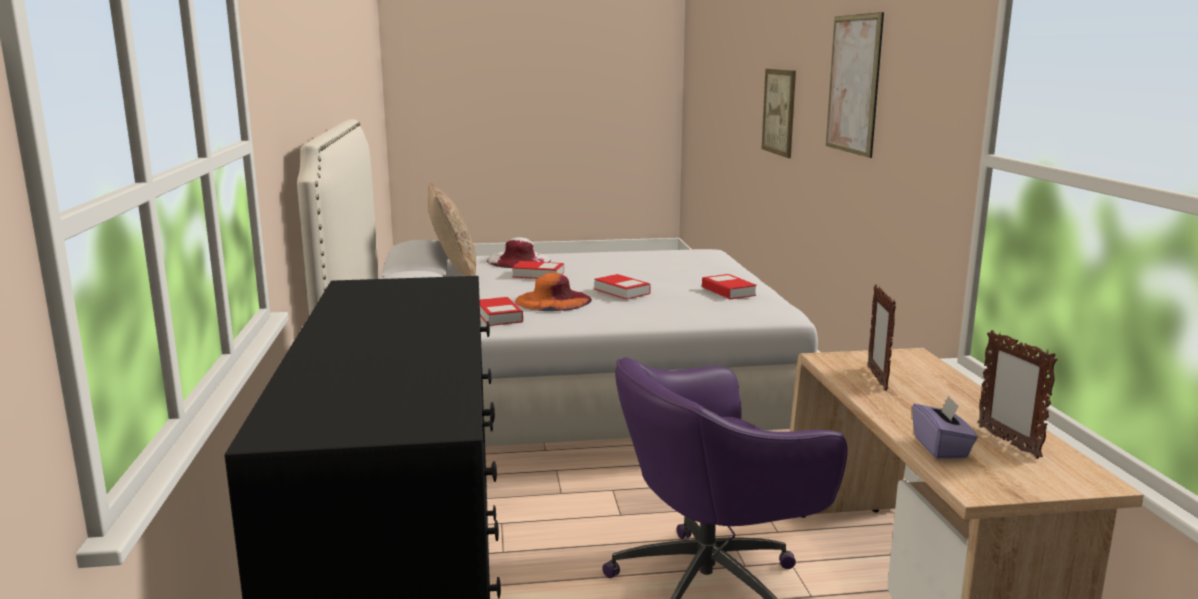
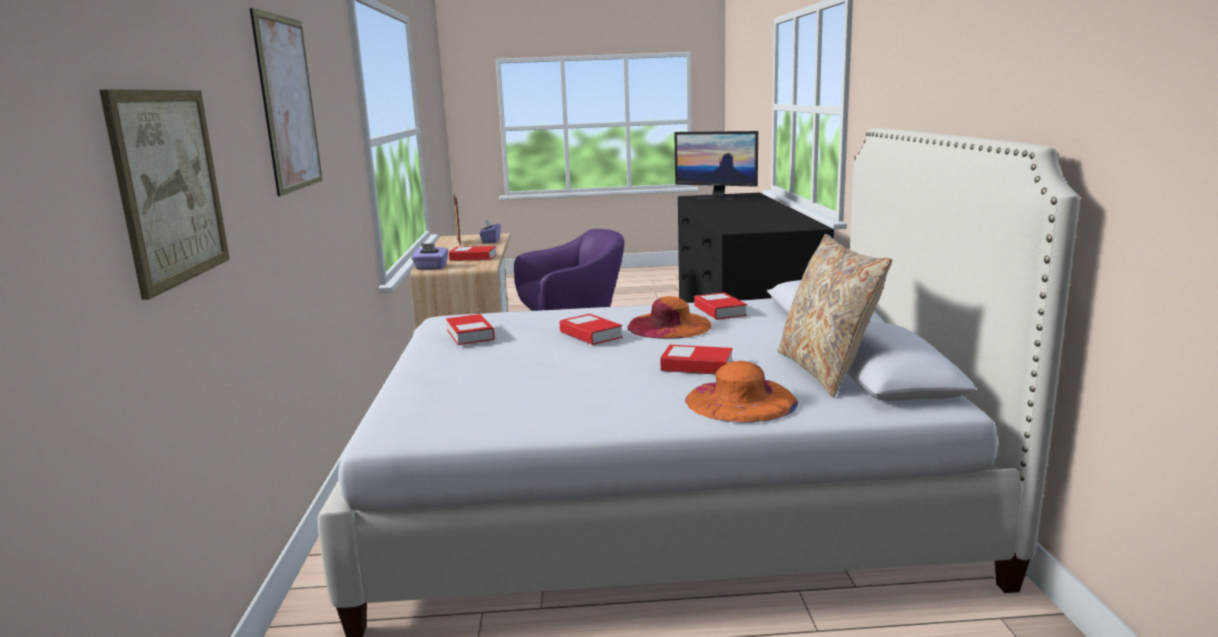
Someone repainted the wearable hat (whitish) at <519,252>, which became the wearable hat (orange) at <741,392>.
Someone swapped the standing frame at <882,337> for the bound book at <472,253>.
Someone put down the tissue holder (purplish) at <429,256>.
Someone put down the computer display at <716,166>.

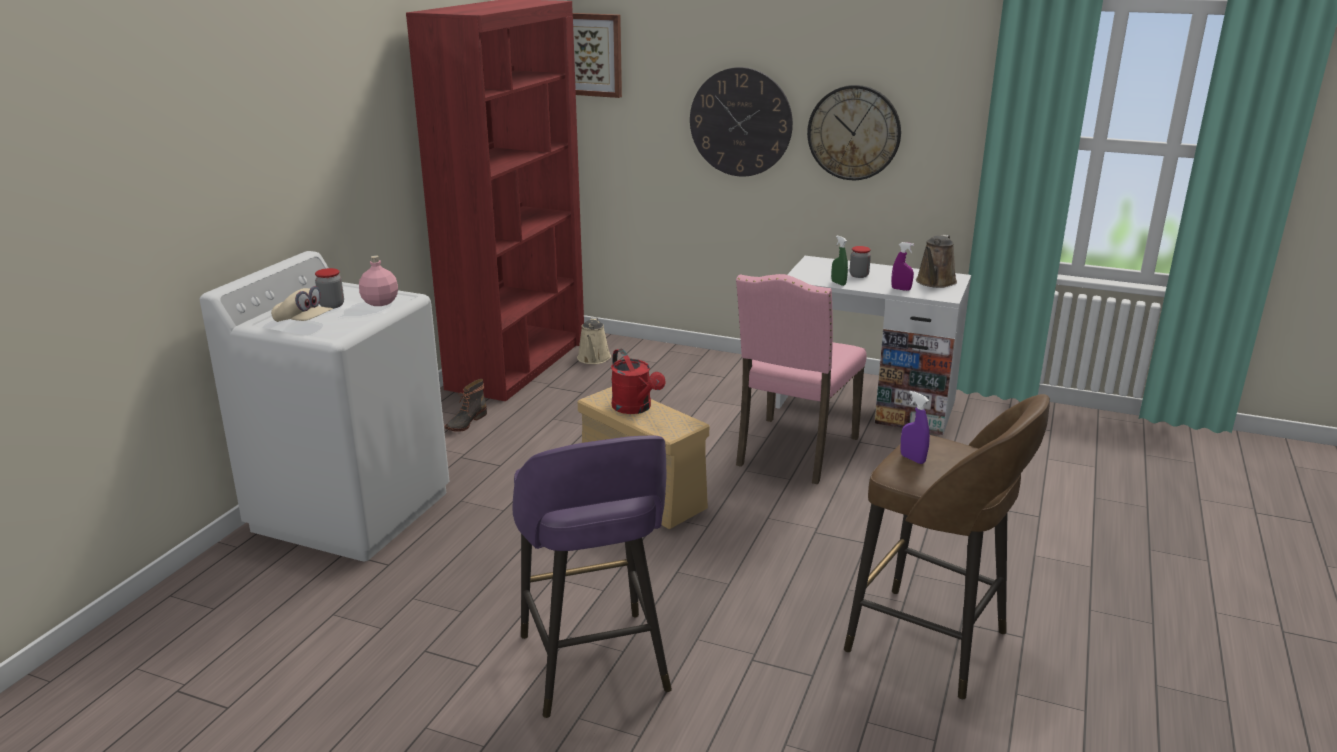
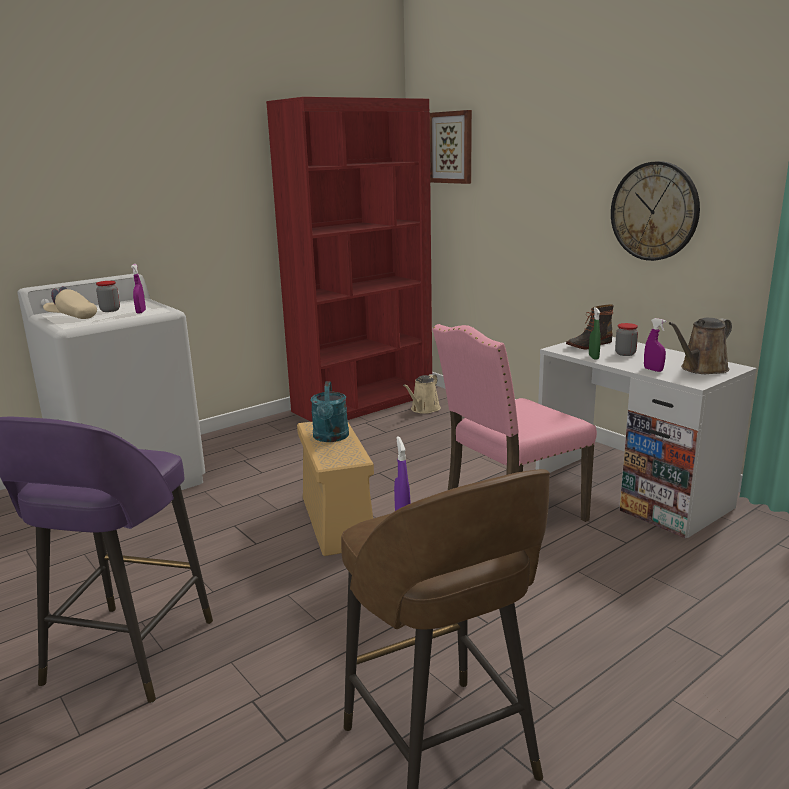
Someone rotated the baseball cap (beige-coloured) at <302,304> by 135 degrees clockwise.
Someone swapped the beverage bottle (pink-coloured) at <378,280> for the sprayer (purplish) at <138,289>.
Someone carried the tall boot from <466,405> to <590,326>.
Someone repainted the sprinkling can (red-coloured) at <638,381>, which became the sprinkling can (turquoise-coloured) at <329,411>.
Someone took away the hanging clock at <741,122>.

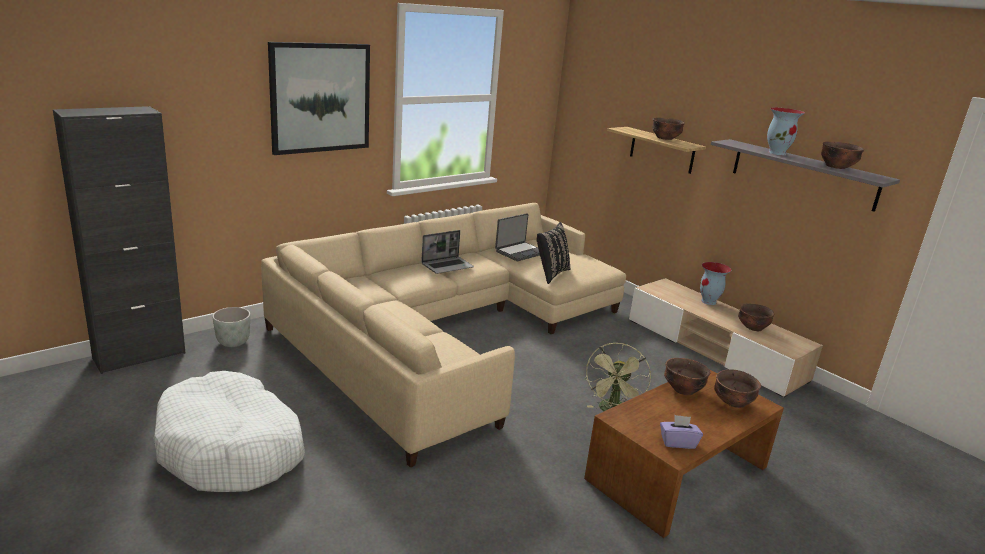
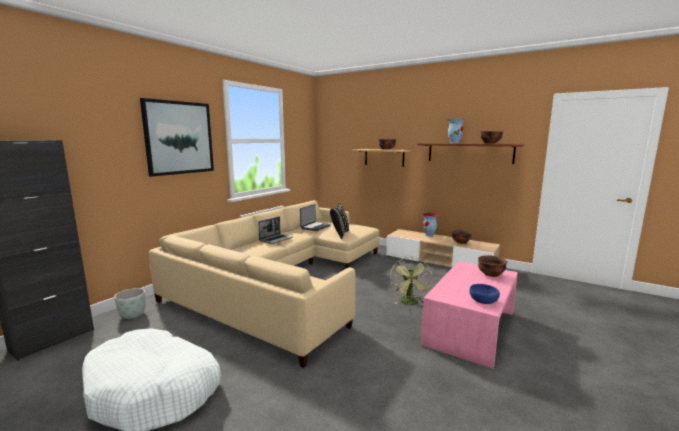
Someone repainted the lounge table (brownish) at <684,454>, which became the lounge table (pink-coloured) at <469,315>.
Someone swapped the tissue holder (purplish) at <681,432> for the bowl (blue-coloured) at <485,294>.
Someone took away the bowl (brownish) at <687,376>.
Someone repainted the shelf (greyish) at <805,175>, which became the shelf (brownish) at <471,153>.

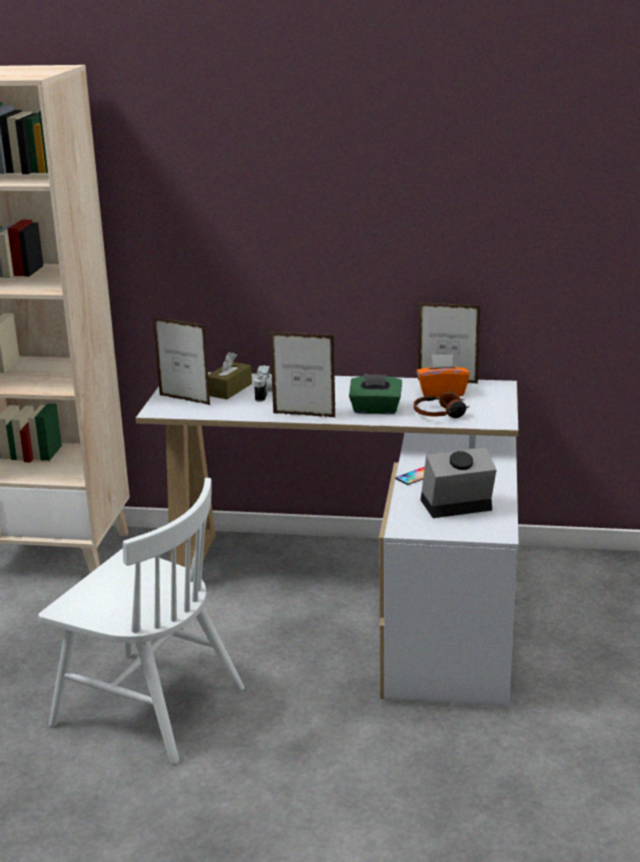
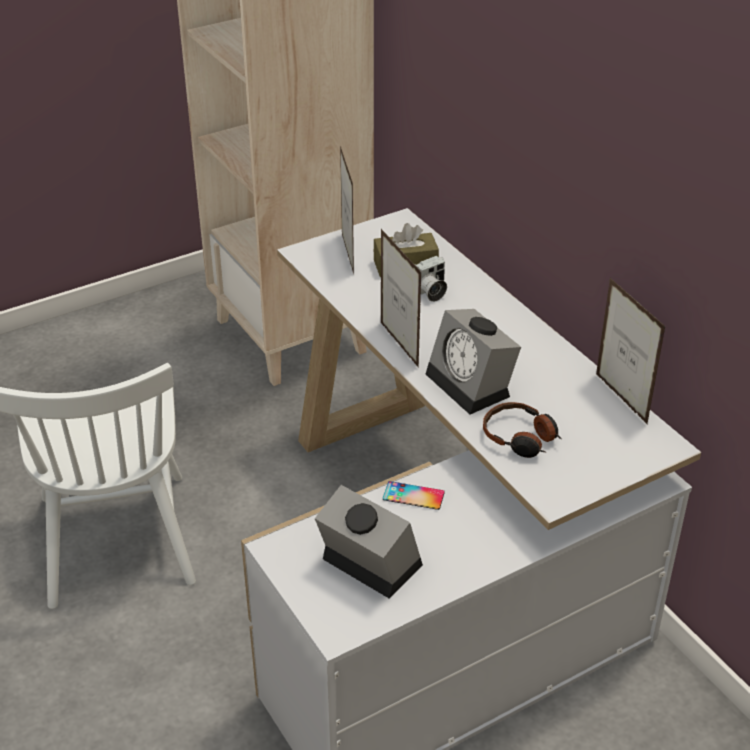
Someone swapped the tissue holder (green-coloured) at <375,394> for the alarm clock at <473,361>.
Someone took away the tissue holder (orange) at <443,375>.

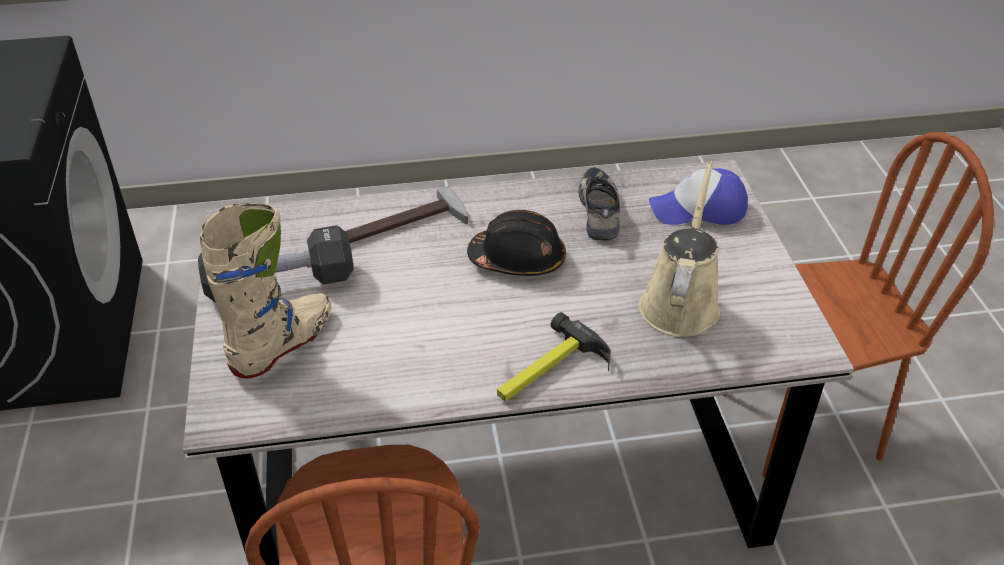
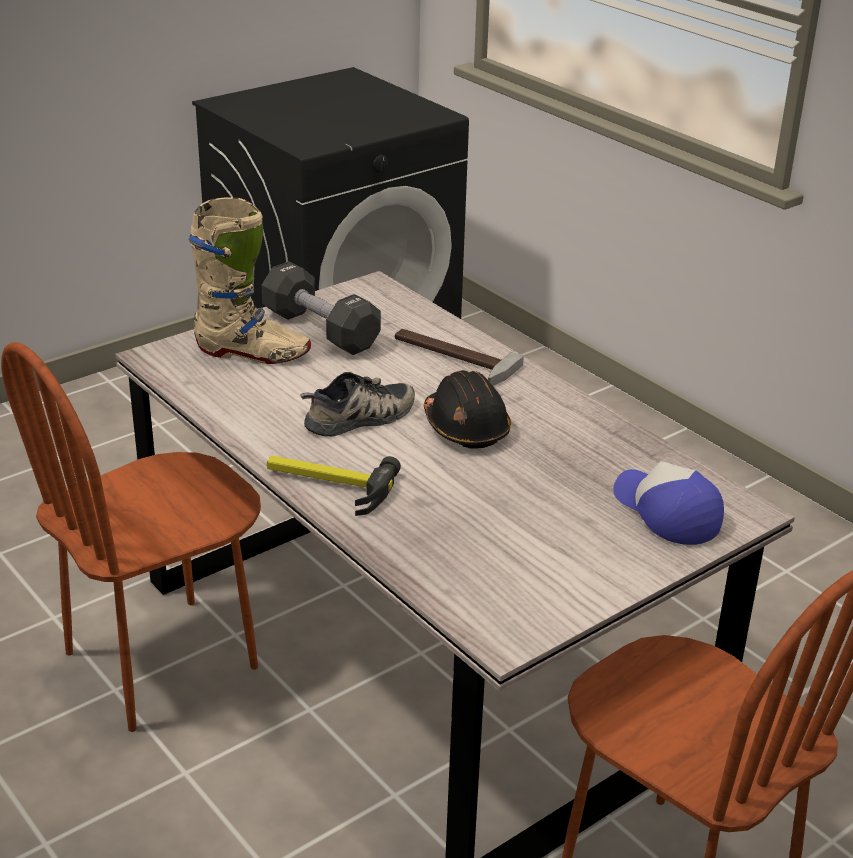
Someone carried the low shoe from <599,203> to <357,404>.
Someone took away the sprinkling can (beige-coloured) at <679,249>.

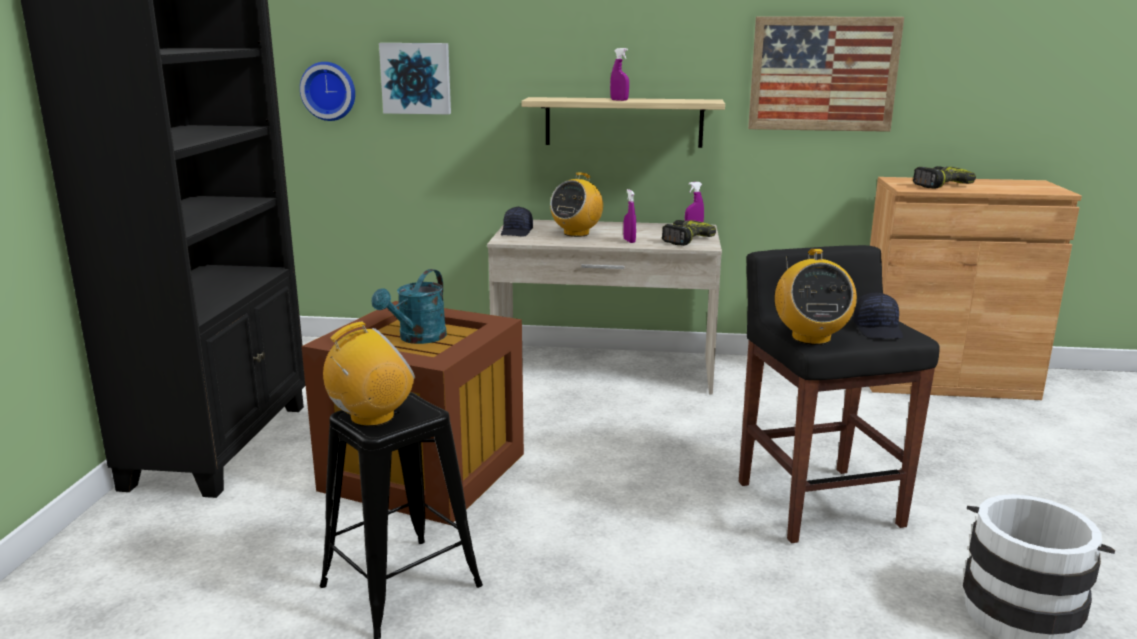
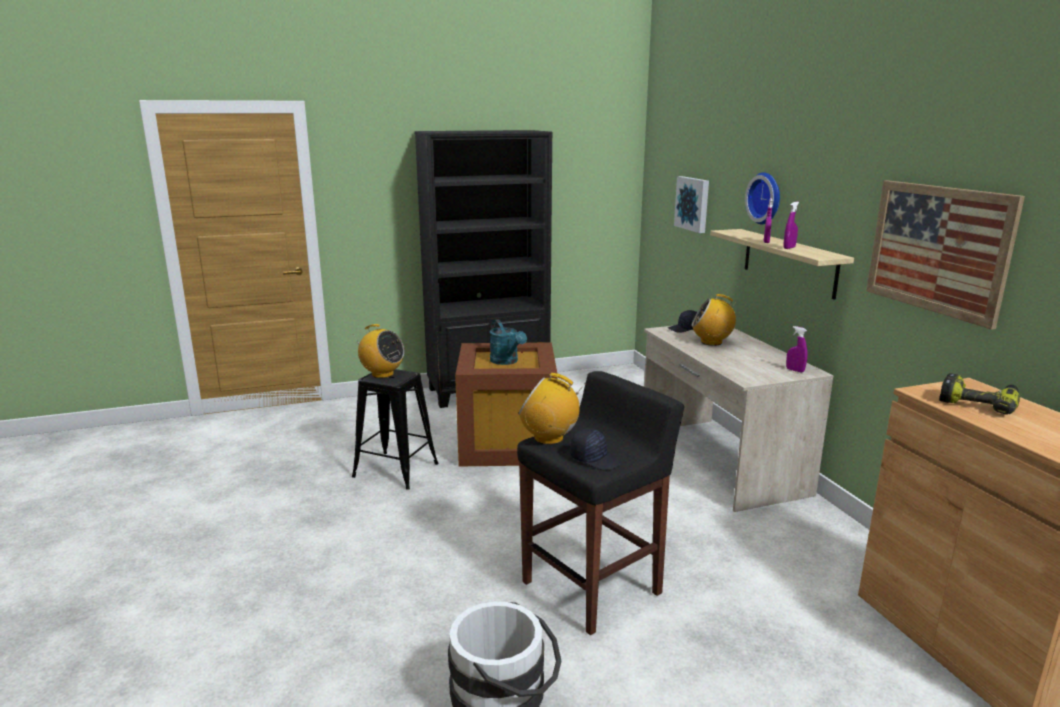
Someone carried the hanging clock from <327,91> to <762,198>.
Someone rotated the sprinkling can (turquoise-coloured) at <409,306> by 120 degrees counterclockwise.
Someone carried the sprayer (purplish) from <629,216> to <791,225>.
Someone took away the electric drill at <689,233>.
Someone rotated the radio at <816,297> by 45 degrees clockwise.
Someone rotated the baseball cap (black) at <878,316> by 120 degrees counterclockwise.

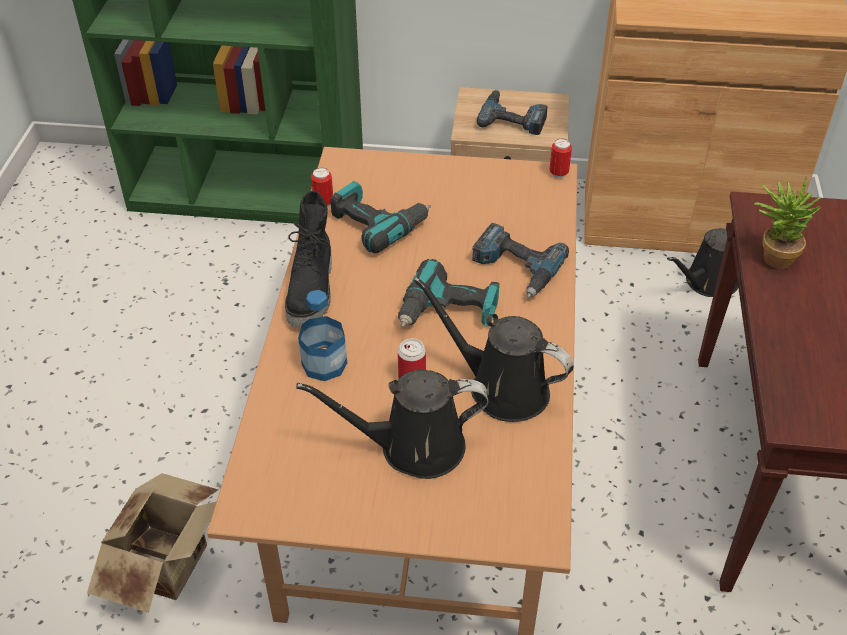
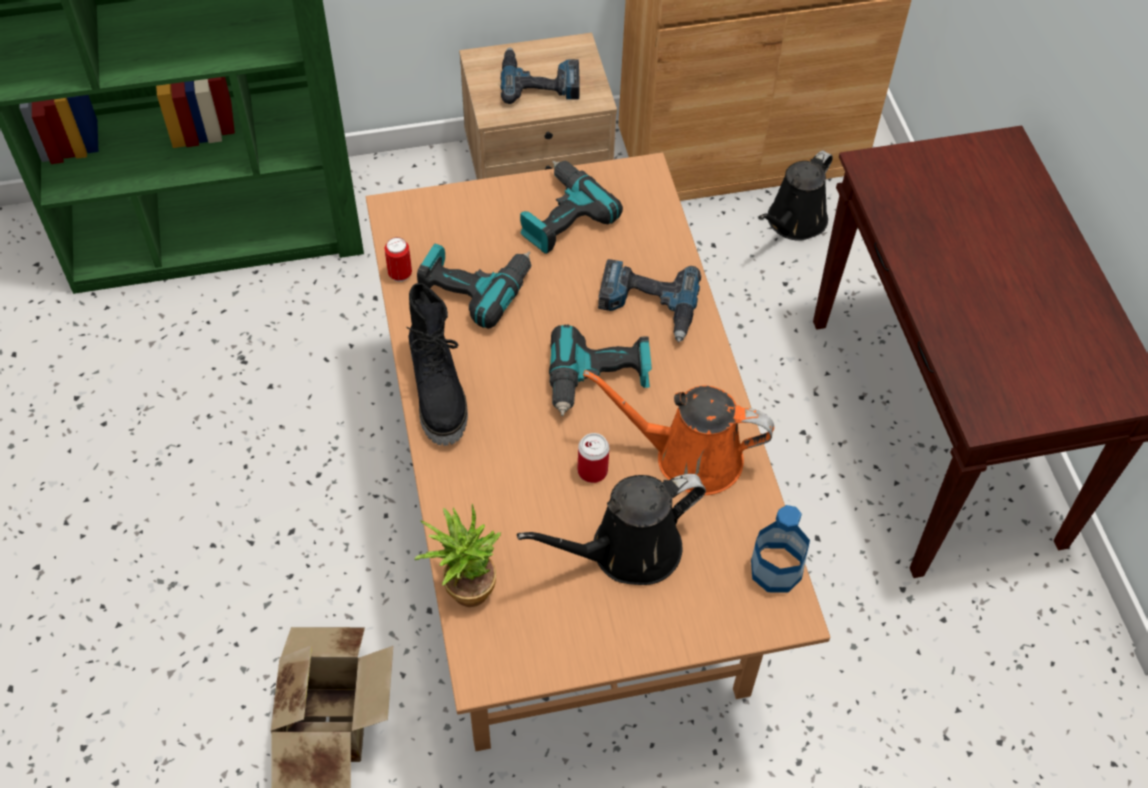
Someone carried the beverage bottle from <322,335> to <780,549>.
Someone repainted the sprinkling can (black) at <493,349>, which became the sprinkling can (orange) at <678,432>.
Someone took away the sealed can at <560,158>.
Someone carried the potted plant from <787,222> to <457,555>.
Someone put down the electric drill at <571,207>.

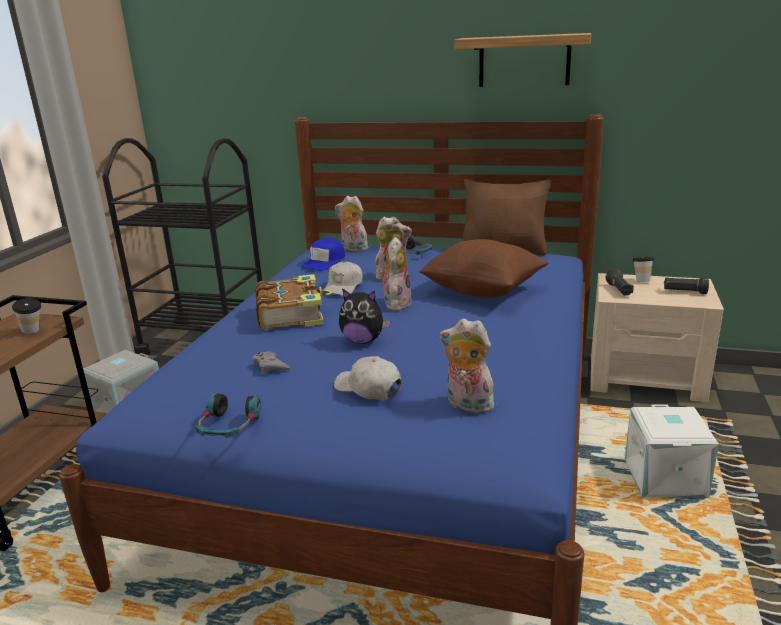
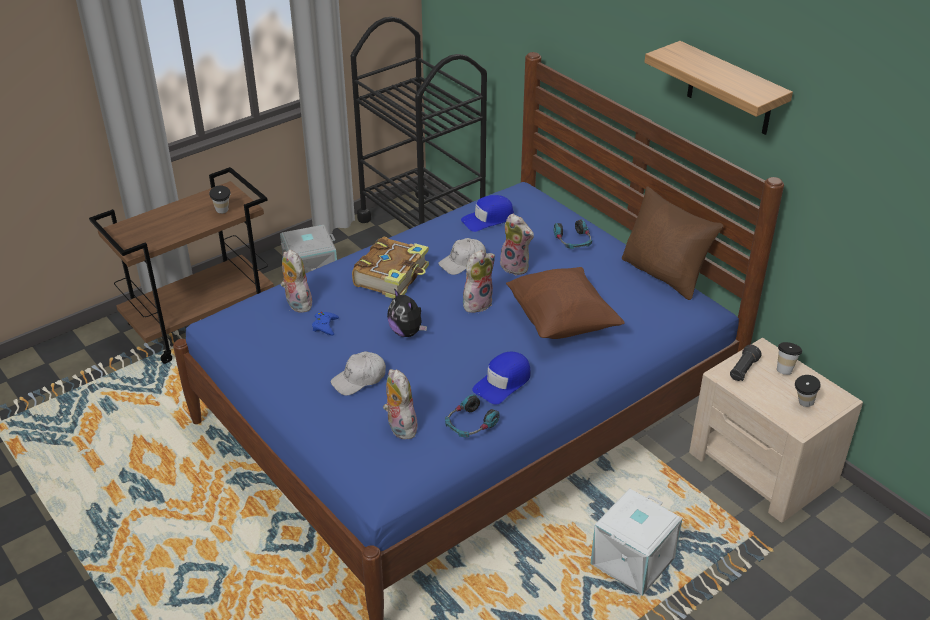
Someone carried the headset from <228,415> to <472,416>.
Someone repainted the gamepad (greyish) at <272,362>, which became the gamepad (blue-coloured) at <325,323>.
Someone rotated the baseball cap (whitish) at <368,378> by 105 degrees counterclockwise.
Someone carried the cuddly toy from <351,224> to <297,281>.
Someone swapped the hand torch (black) at <686,285> for the cup at <808,391>.
Someone put down the baseball cap (blue-coloured) at <501,378>.

